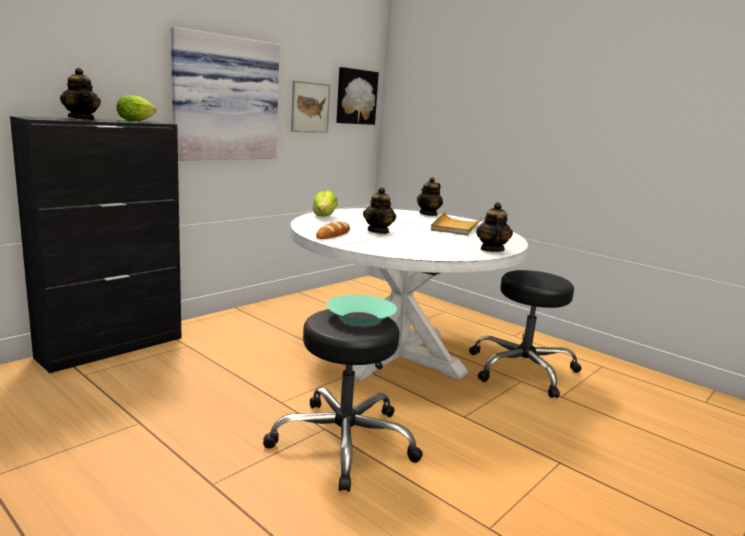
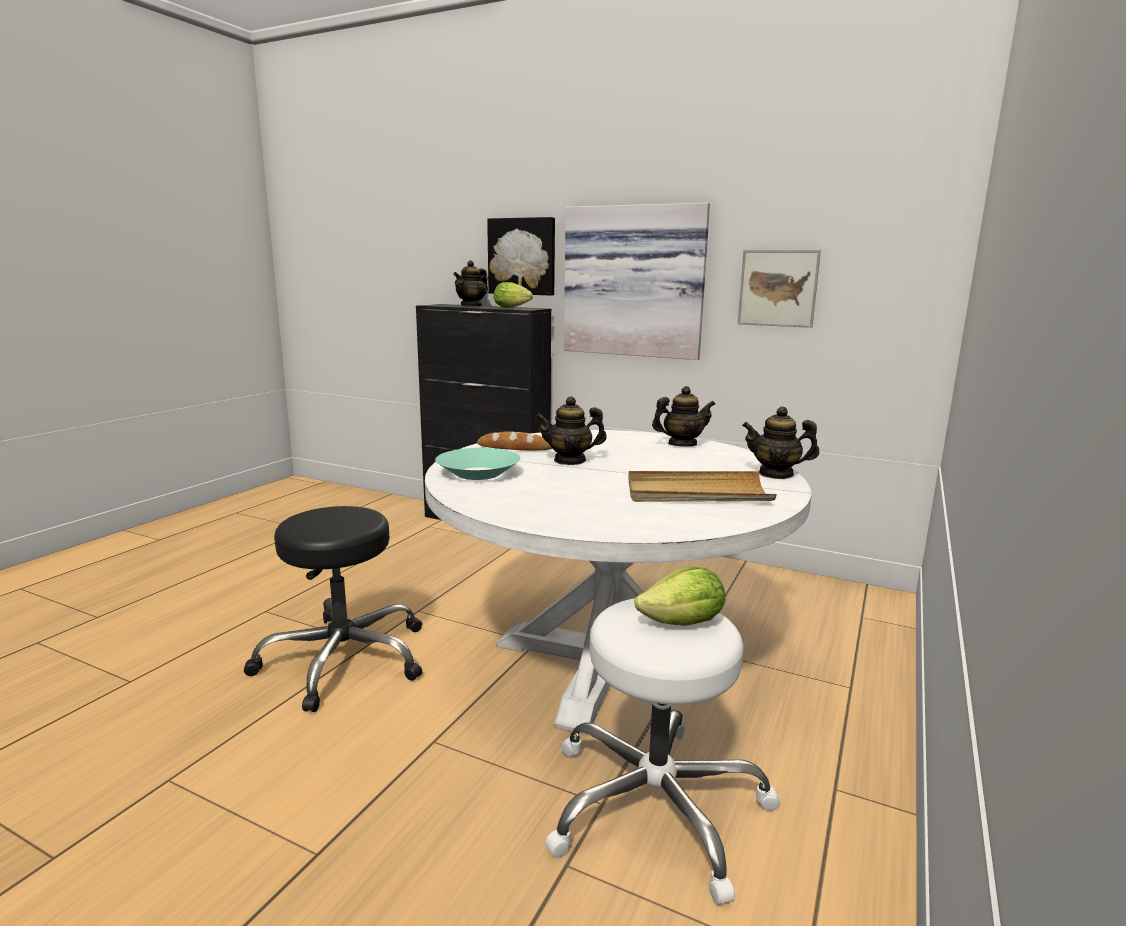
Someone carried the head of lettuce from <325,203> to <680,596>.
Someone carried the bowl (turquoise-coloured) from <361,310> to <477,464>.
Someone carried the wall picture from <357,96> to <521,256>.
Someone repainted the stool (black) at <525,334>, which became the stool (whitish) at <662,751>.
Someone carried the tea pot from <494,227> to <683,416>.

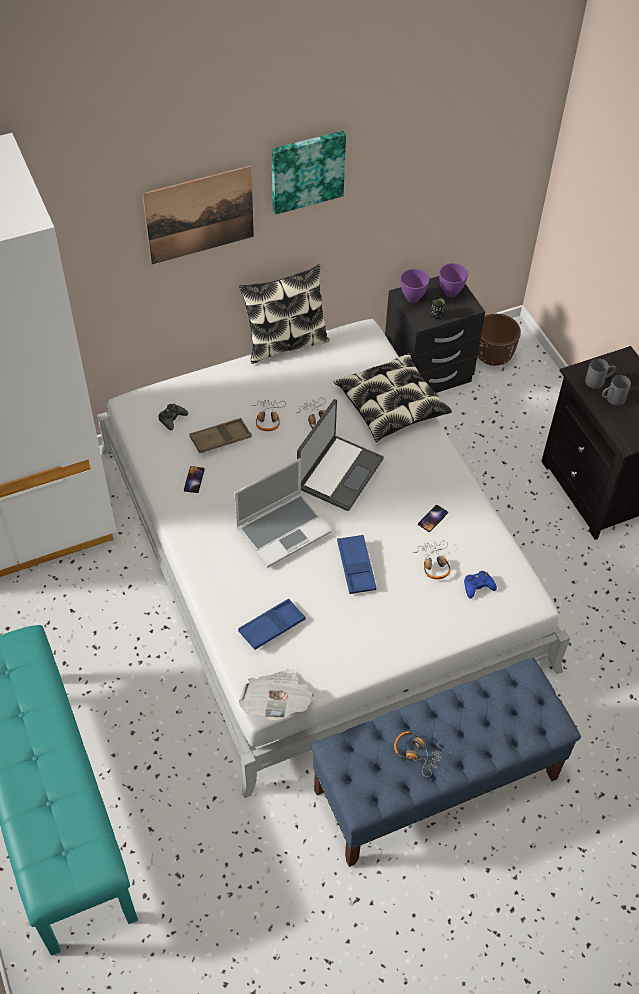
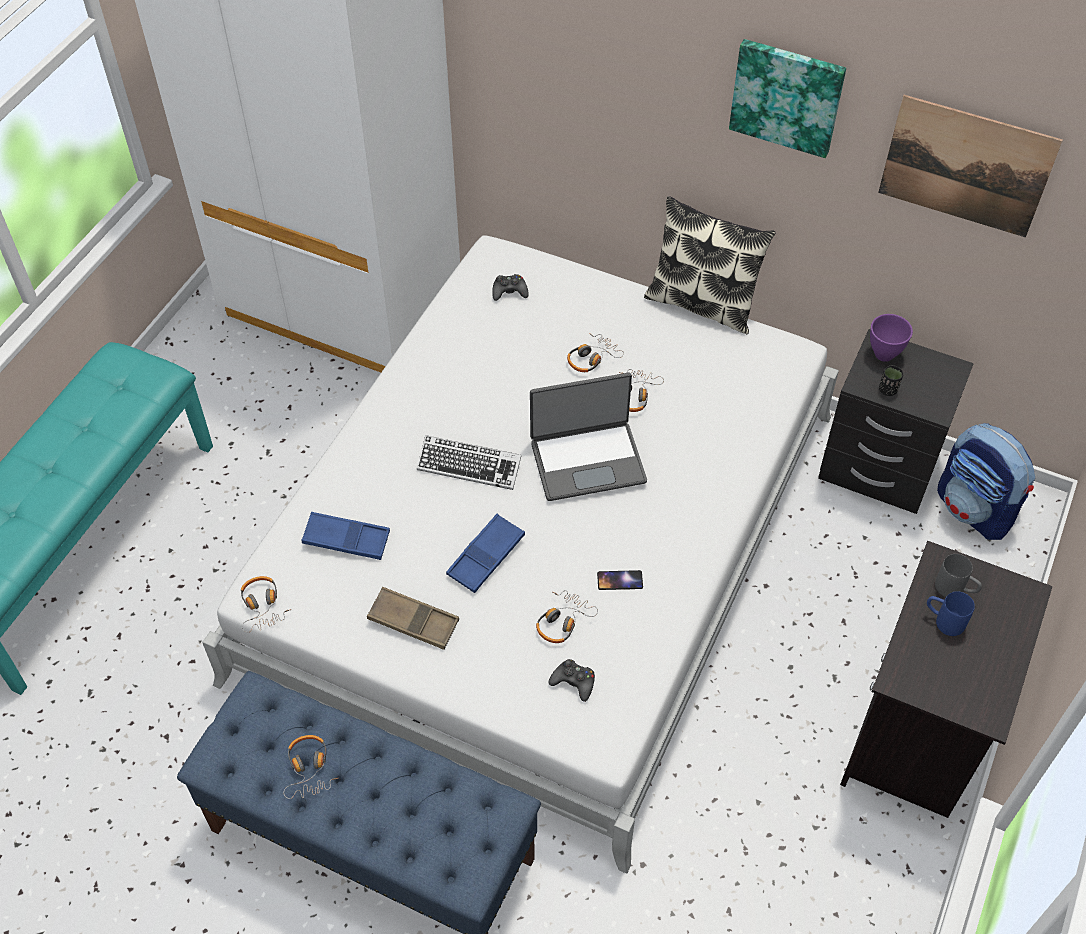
Someone carried the wall picture from <198,214> to <970,166>.
Someone took away the phone at <194,479>.
Someone carried the serving tray (brownish) from <220,435> to <413,618>.
Someone swapped the laptop at <283,513> for the PC keyboard at <469,462>.
Someone swapped the newspaper at <276,695> for the headset at <266,604>.
Someone took away the cushion at <393,397>.
Someone took away the bowl (purplish) at <453,280>.
Someone repainted the gamepad (blue-coloured) at <480,584>, which became the gamepad (black) at <571,680>.
Someone swapped the plant pot (brownish) at <499,340> for the backpack at <986,481>.
Someone repainted the tea mug (greyish) at <616,390>, which became the tea mug (blue-coloured) at <951,613>.

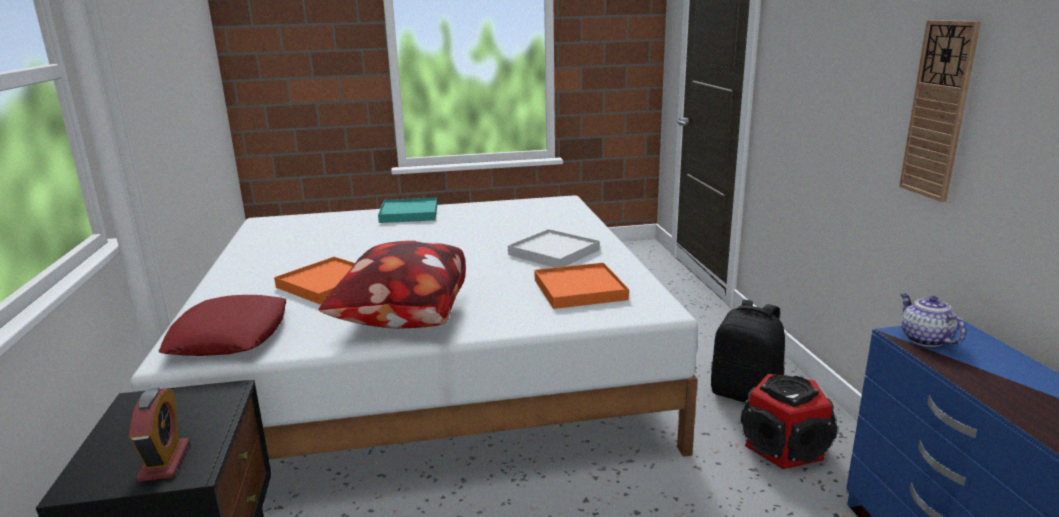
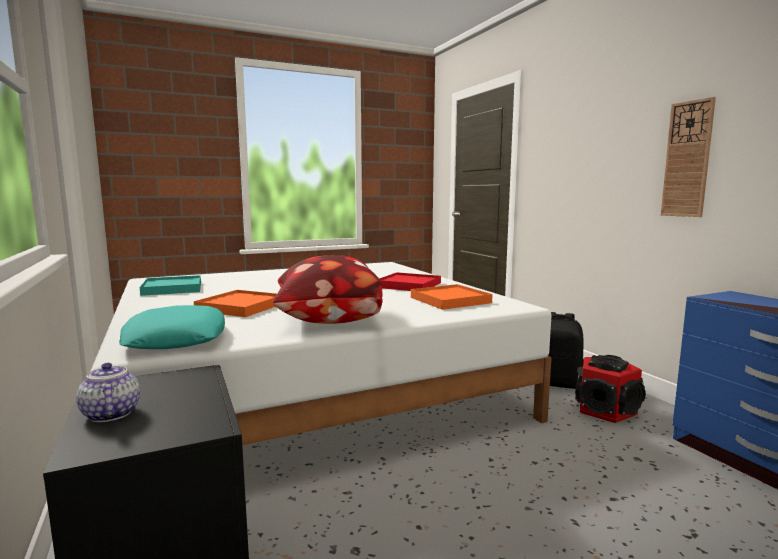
Someone took away the alarm clock at <159,435>.
Someone repainted the cushion (red-coloured) at <222,325>, which became the cushion (turquoise-coloured) at <172,327>.
Someone carried the serving tray (turquoise-coloured) from <407,210> to <170,285>.
Someone repainted the serving tray (whitish) at <553,248>, which became the serving tray (red-coloured) at <410,281>.
Someone carried the tea pot from <932,320> to <108,392>.

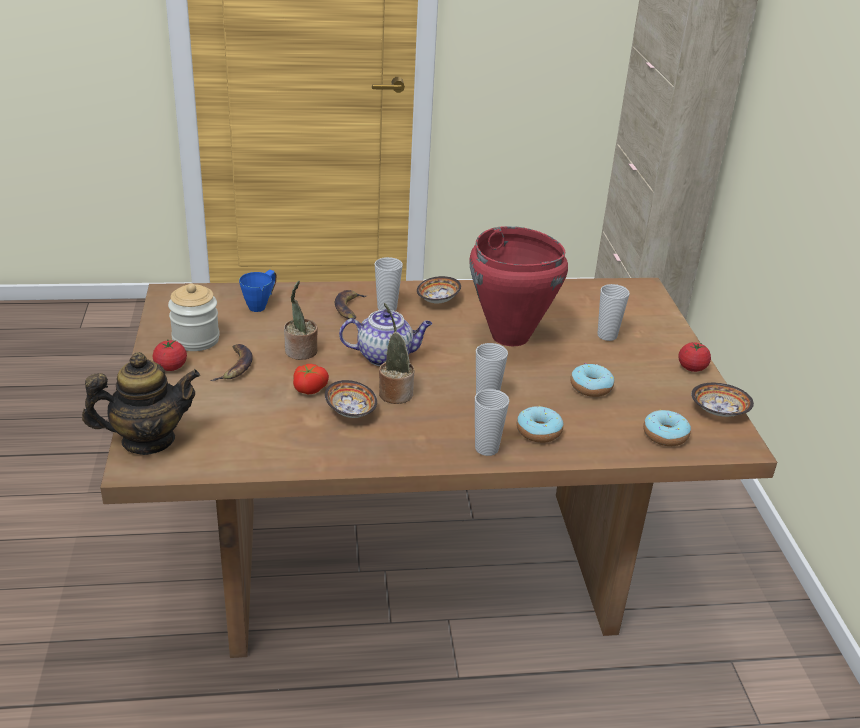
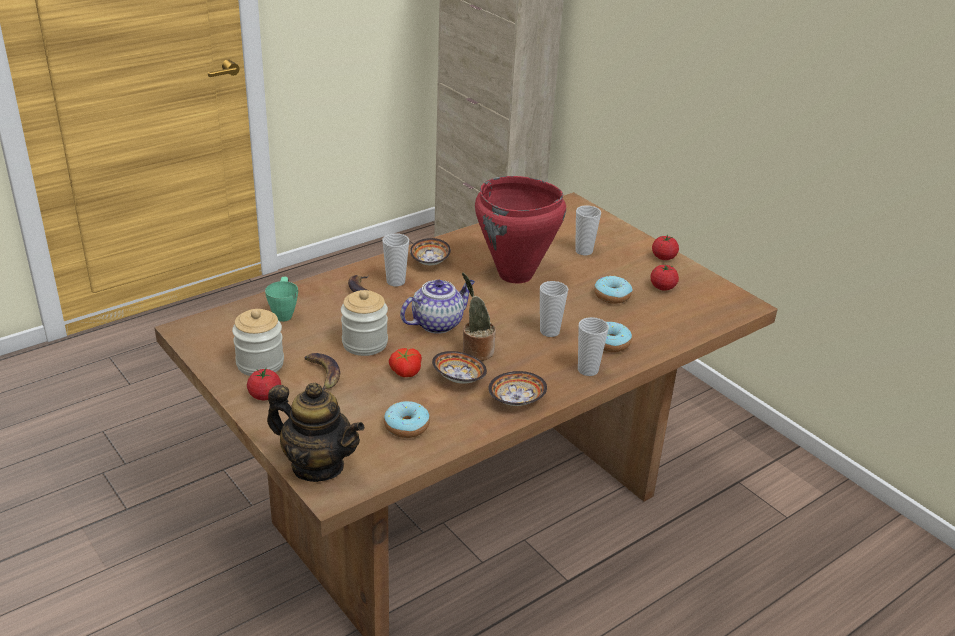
Someone rotated the tea pot at <141,403> by 75 degrees clockwise.
Someone repainted the tea mug (blue-coloured) at <257,291>, which became the tea mug (green-coloured) at <281,299>.
Someone swapped the potted plant at <301,320> for the storage jar at <364,323>.
Someone carried the ring doughnut from <667,428> to <407,419>.
Someone carried the bowl from <722,400> to <517,388>.
Someone put down the whole tomato at <664,278>.

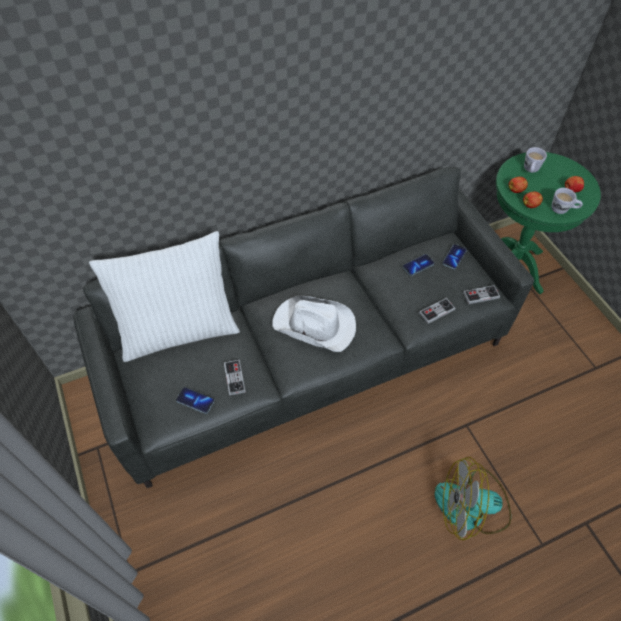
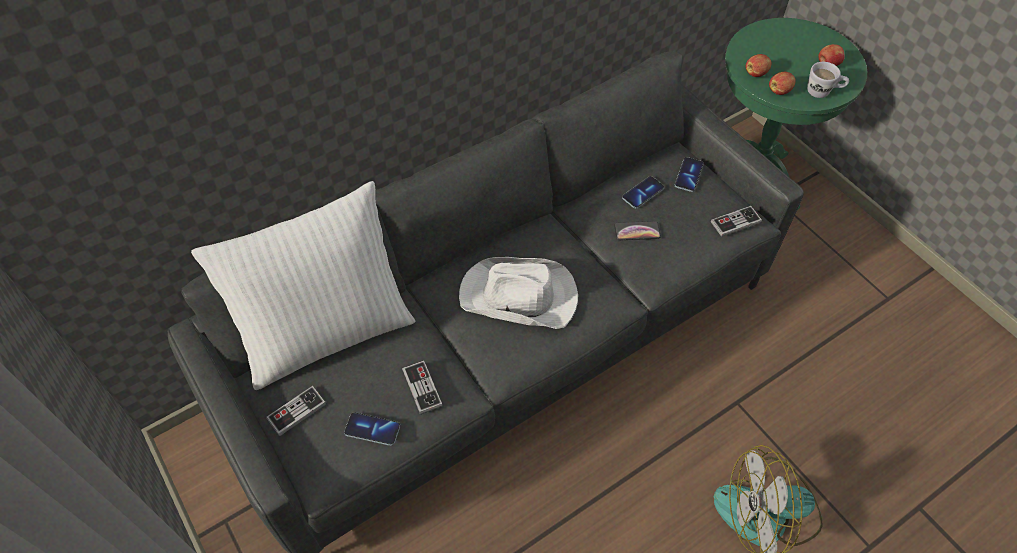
Someone carried the gamepad from <437,311> to <296,411>.
Someone took away the tea mug (whitish) at <535,160>.
Someone put down the phone at <637,230>.

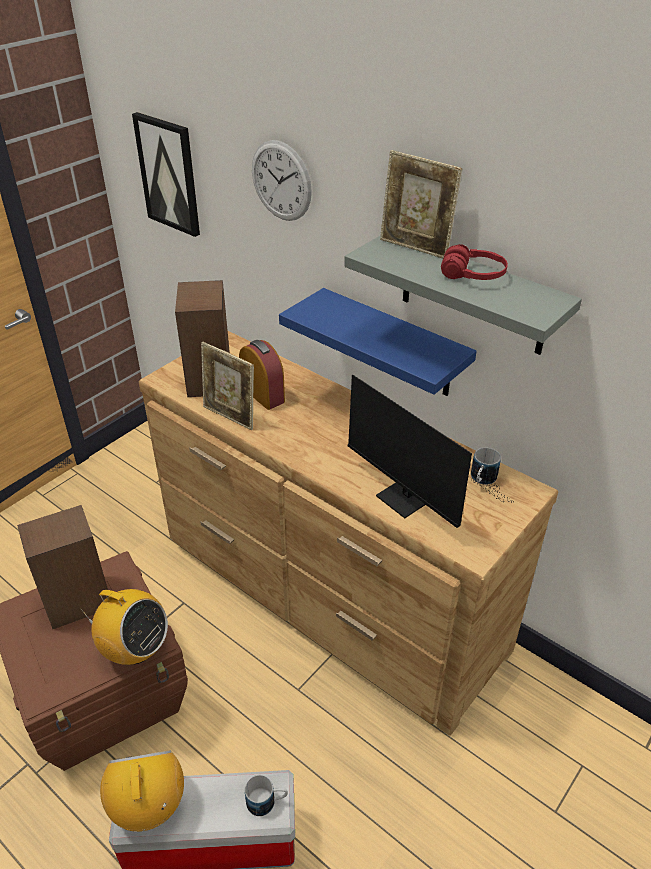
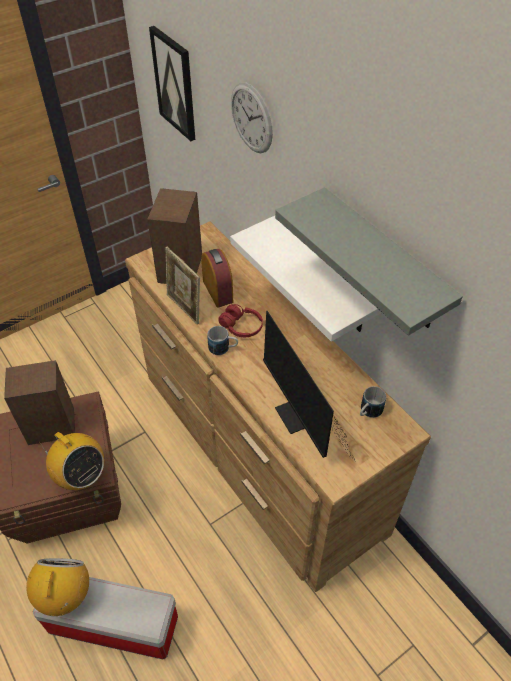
Someone carried the tea mug from <266,795> to <222,340>.
Someone repainted the shelf (blue-coloured) at <378,342>, which became the shelf (whitish) at <306,279>.
Someone took away the standing frame at <421,204>.
Someone carried the headset (red-coloured) from <474,262> to <240,320>.

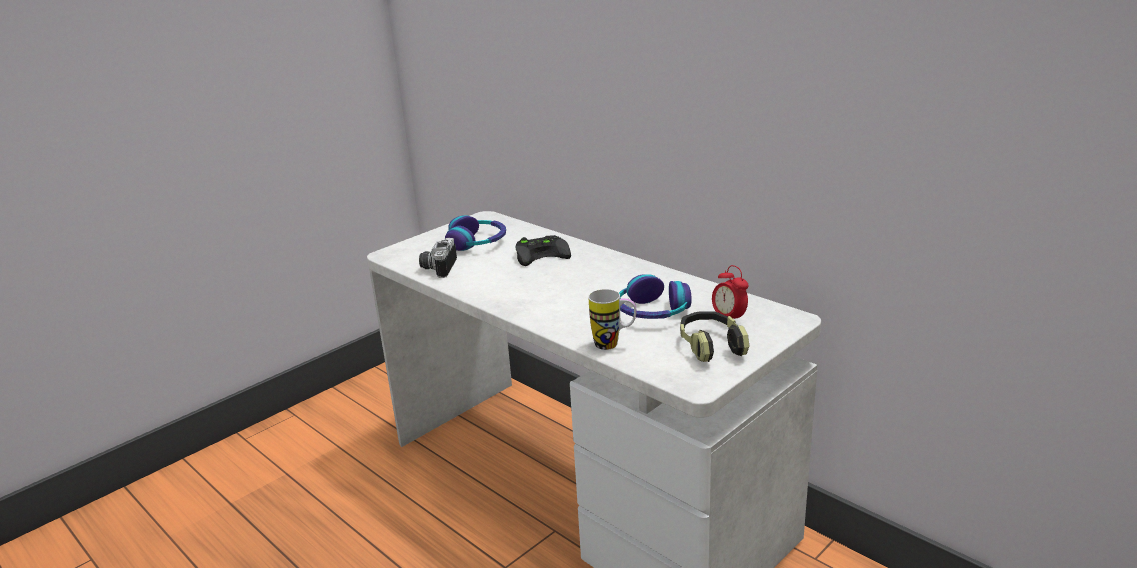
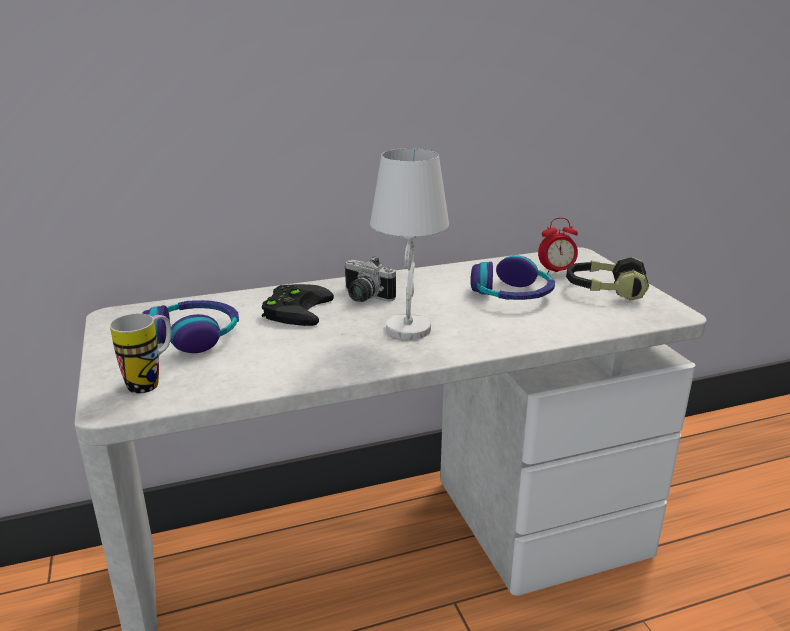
Someone carried the photo camera from <438,258> to <370,279>.
Someone carried the tea mug from <612,319> to <140,354>.
Someone put down the tabletop lamp (whitish) at <409,244>.

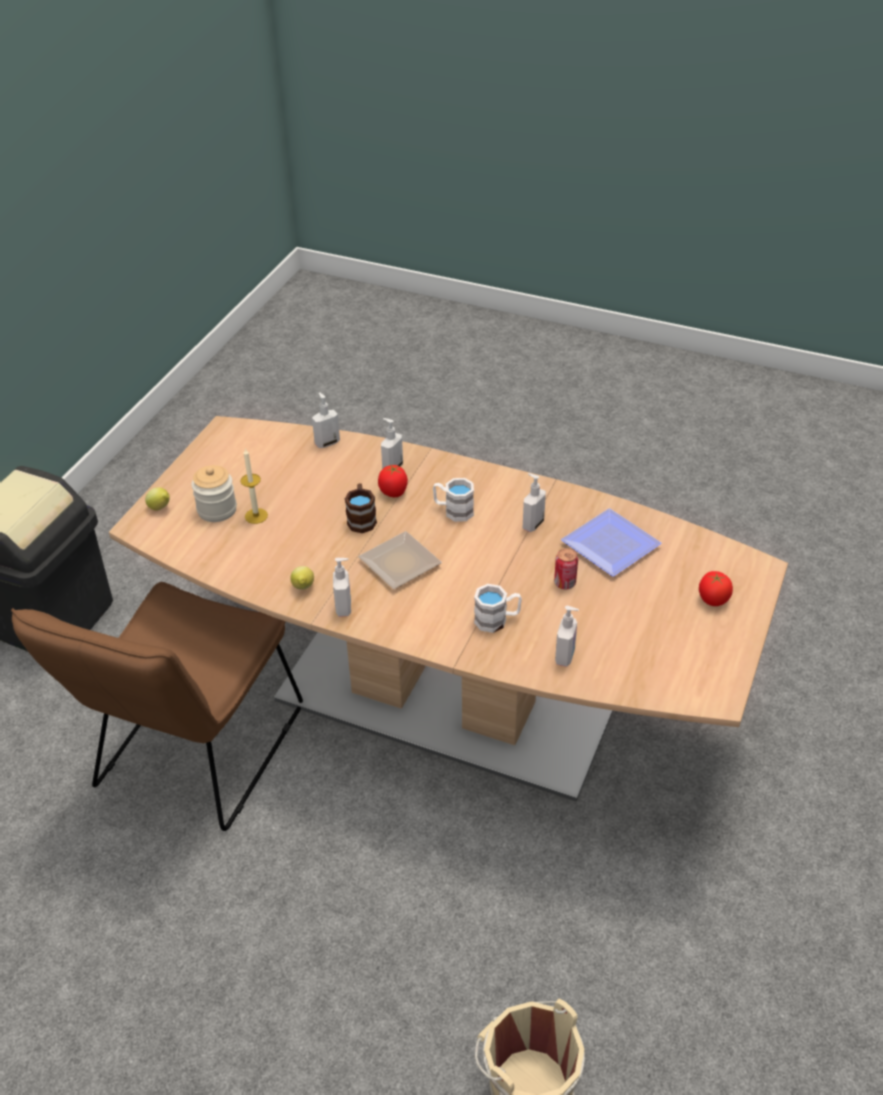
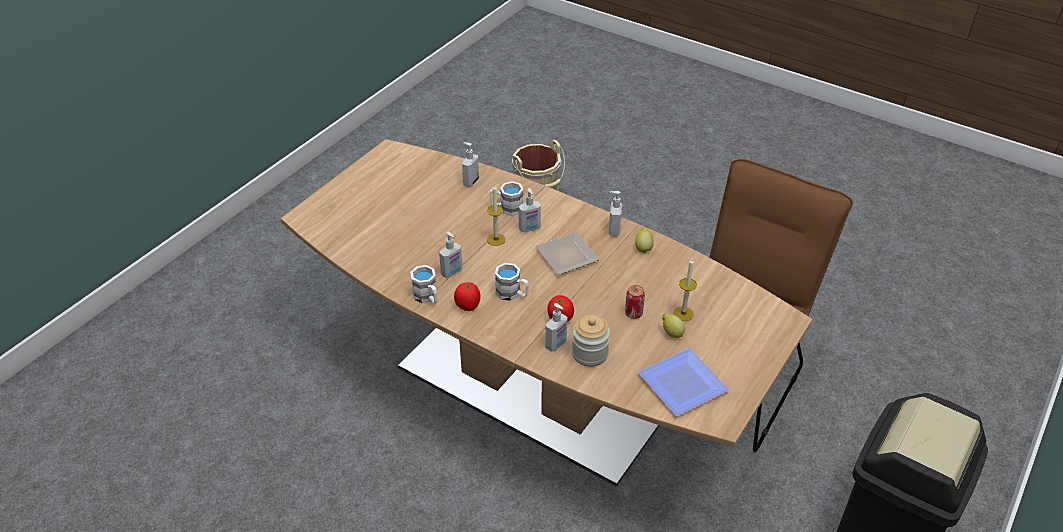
Someone carried the citrus fruit from <157,498> to <673,325>.
Someone carried the storage jar from <214,493> to <591,340>.
Someone carried the liquid soap bottle from <326,420> to <530,210>.
Someone took away the tea mug (brownish) at <361,508>.
Someone carried the sealed can from <566,568> to <635,302>.
Someone carried the dinner plate from <611,542> to <683,382>.
Someone carried the whole tomato from <716,588> to <467,296>.
Someone put down the tea mug (whitish) at <424,284>.
Someone put down the wax light at <496,215>.

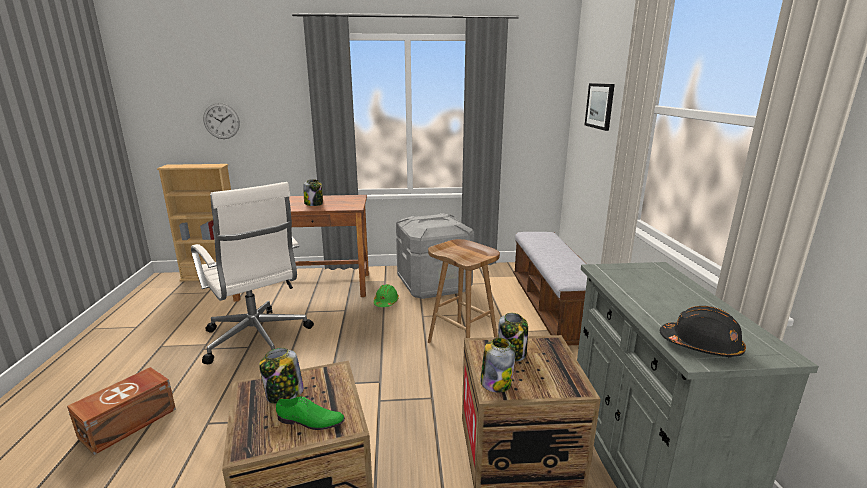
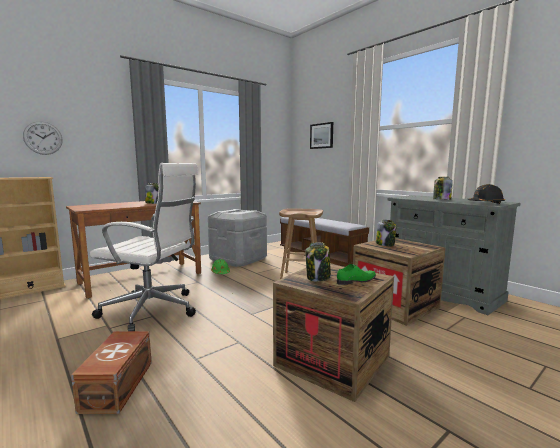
Someone carried the storage jar from <498,365> to <443,188>.

